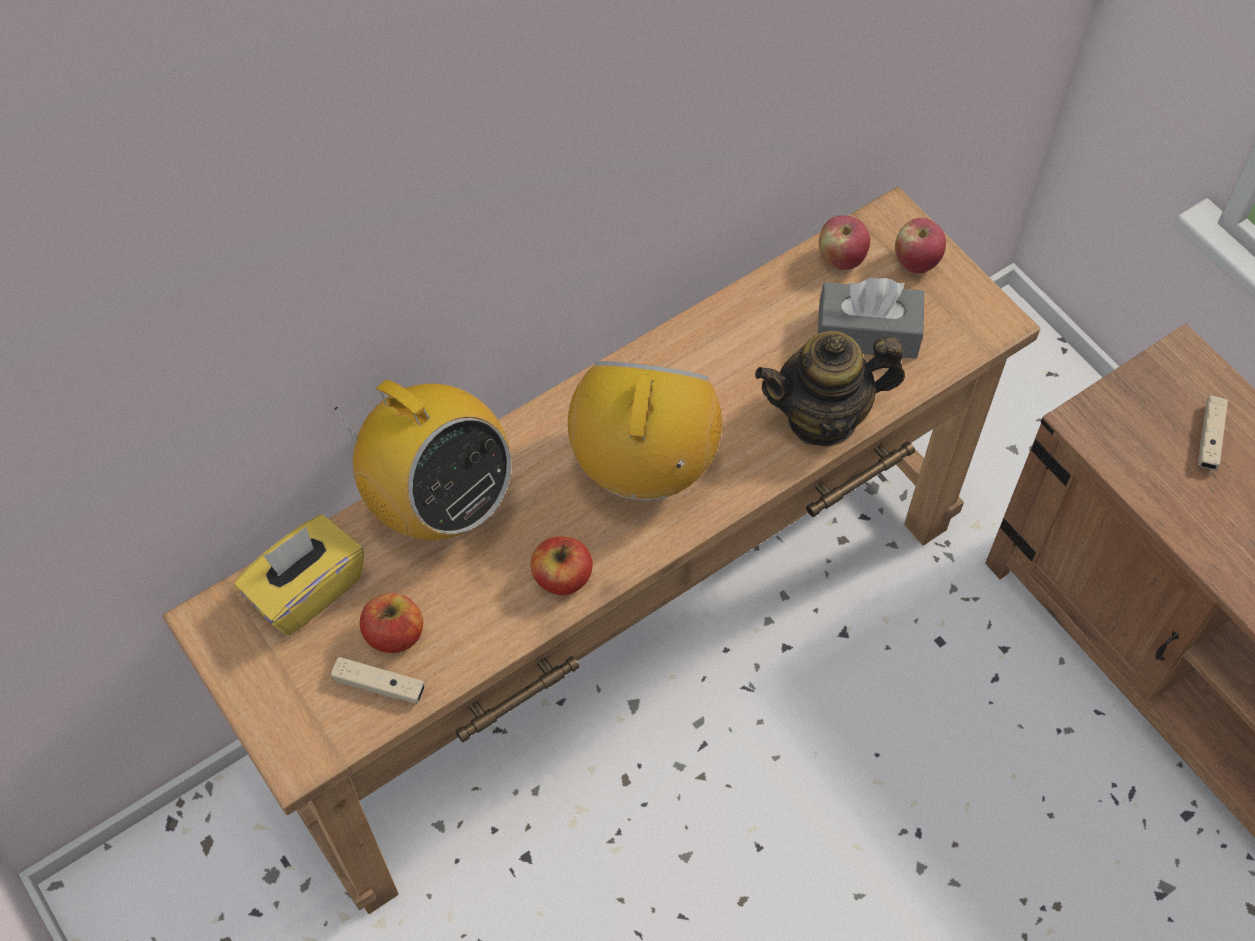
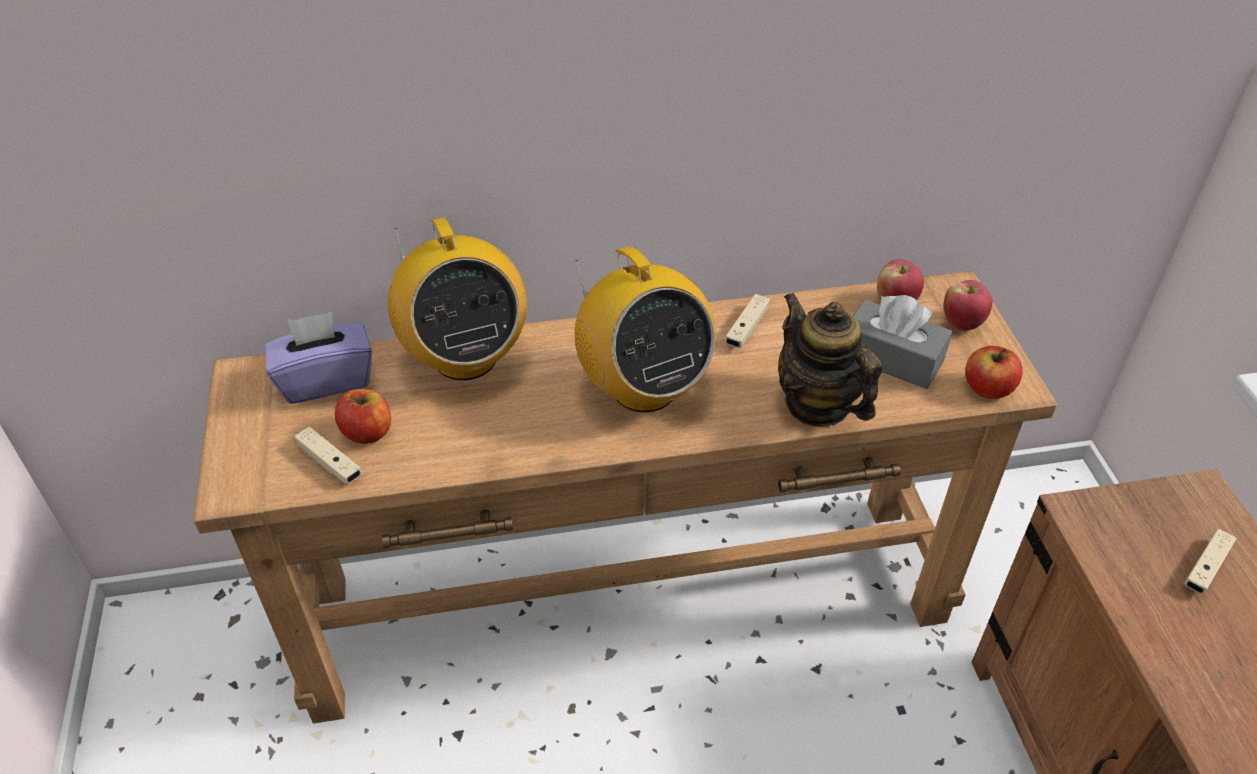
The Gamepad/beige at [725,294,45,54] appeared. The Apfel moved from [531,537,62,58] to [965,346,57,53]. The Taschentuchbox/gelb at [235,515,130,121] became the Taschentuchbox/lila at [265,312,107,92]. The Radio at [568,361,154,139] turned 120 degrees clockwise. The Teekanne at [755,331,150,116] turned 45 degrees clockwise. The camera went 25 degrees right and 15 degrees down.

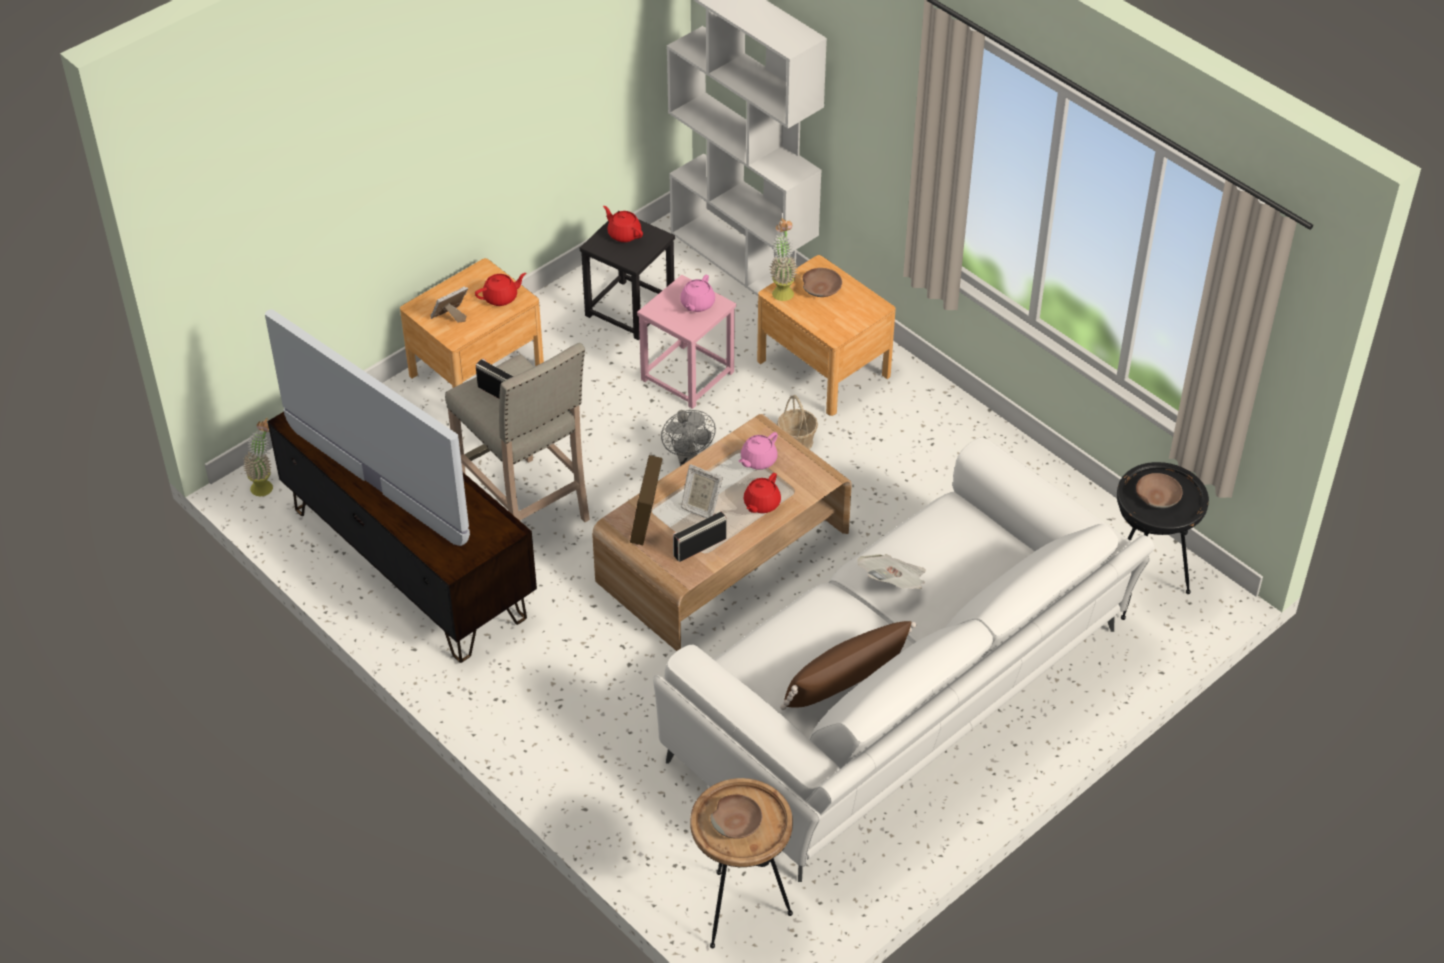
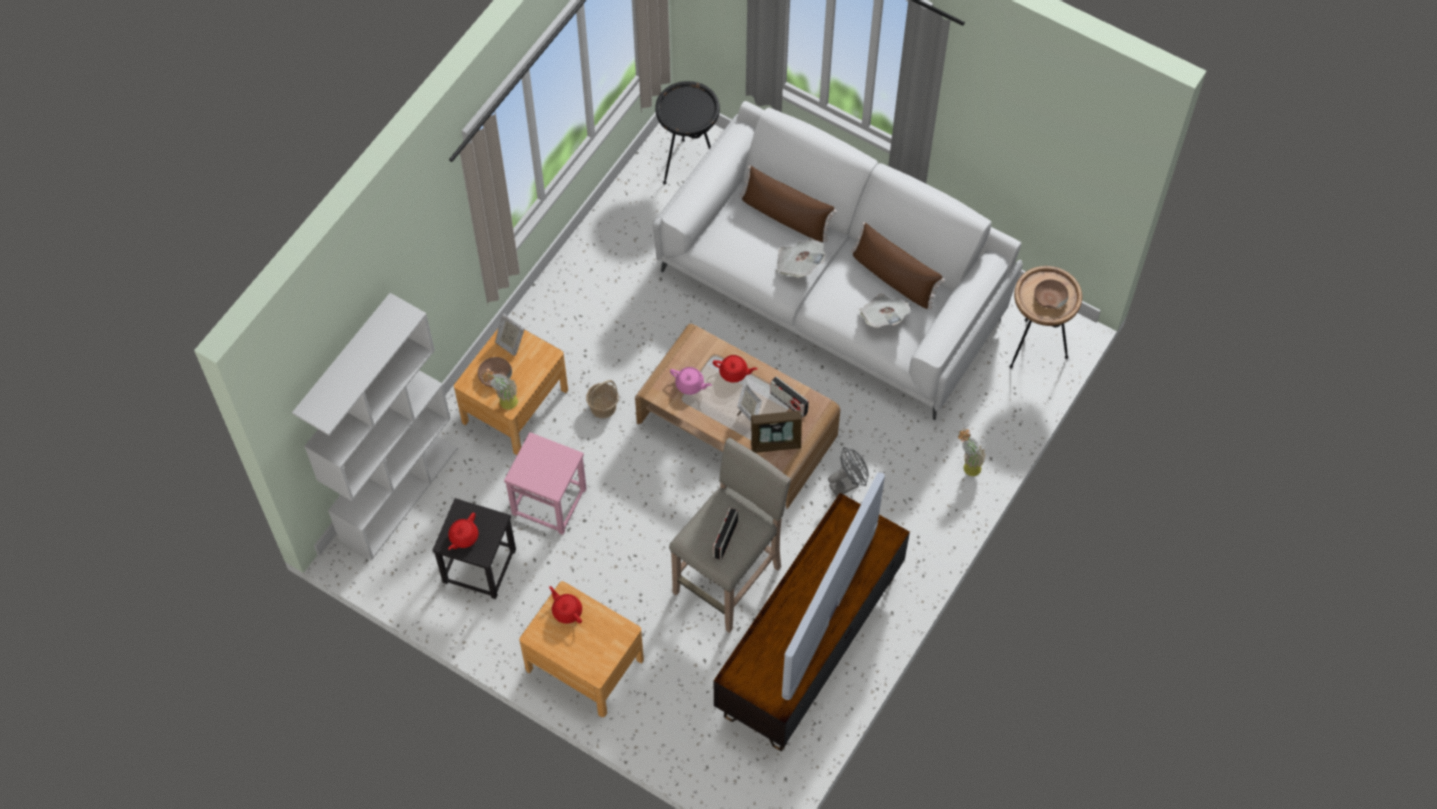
The Teekanne/rosa at [680,275,35,37] disappeared. The Schüssel/braun at [1136,473,46,35] disappeared. The Kissen/braun at [739,166,98,76] appeared. The Zeitung at [859,294,52,33] appeared. The Topfpflanze moved from [243,418,30,78] to [958,428,28,48]. The Bilderrahmen moved from [430,286,38,36] to [495,314,30,42]. The Ventilator/grau moved from [661,410,55,56] to [828,447,41,50]. The camera went 105 degrees left and 15 degrees up.

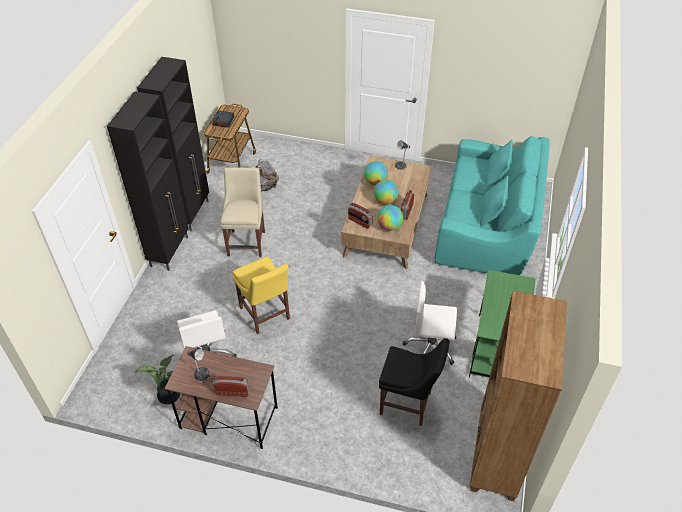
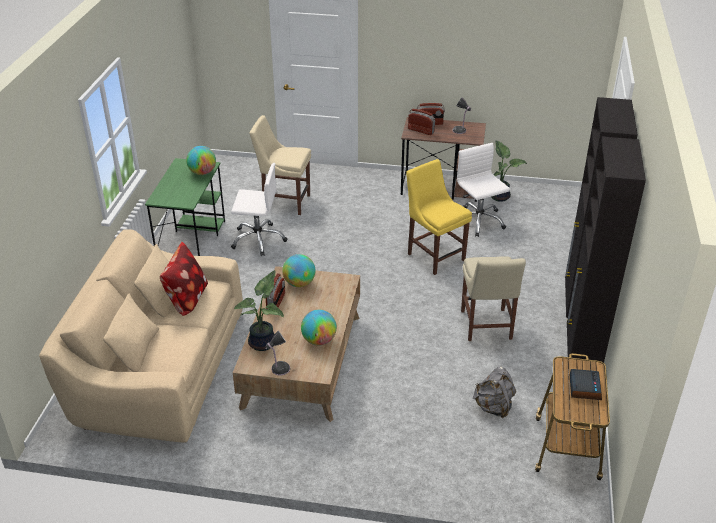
The Bücherregal/braun at [470,291,97,210] disappeared. The Kissen at [160,242,48,74] appeared. The Topfpflanze at [234,270,50,81] appeared. The Radio moved from [348,203,25,26] to [408,109,27,26]. The Globus moved from [374,180,25,25] to [186,146,30,29]. The Stuhl/schwarz at [379,338,70,88] became the Stuhl/beige at [249,115,62,100]. The Sofa/türkis at [435,136,115,139] became the Sofa/beige at [39,229,204,214]. The camera went 175 degrees right and 10 degrees down.

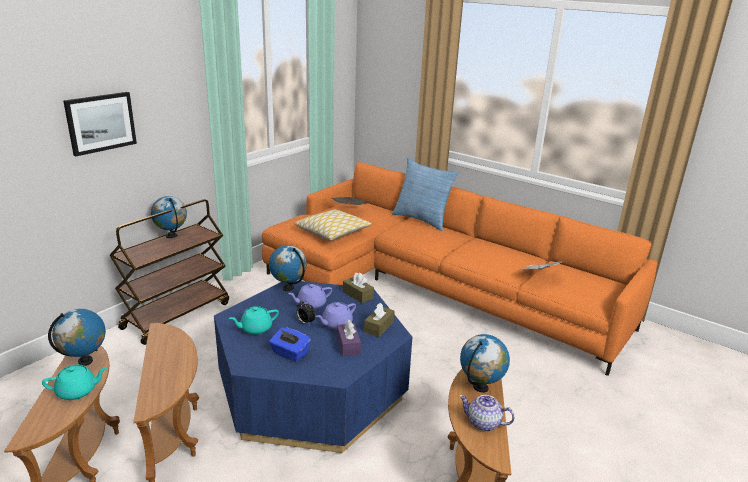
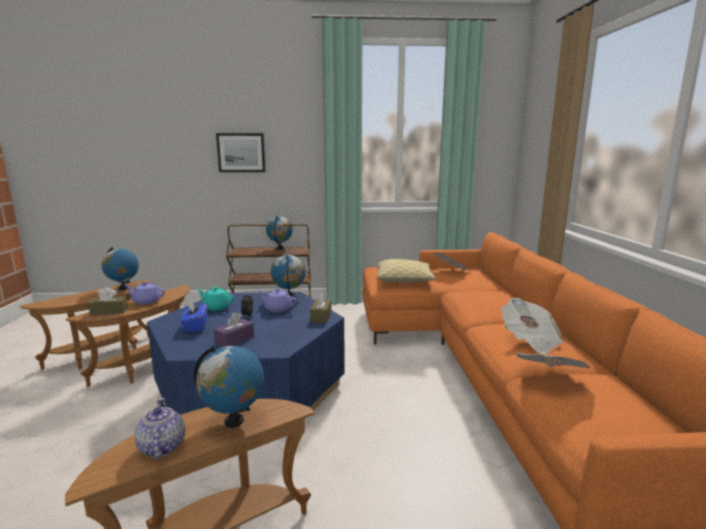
The Teekanne/türkis at [42,365,65,35] disappeared. The Kissen at [392,157,67,74] disappeared. The Zeitung at [501,298,63,56] appeared. The Teekanne/lila moved from [316,302,40,28] to [124,281,41,24]. The Taschentuchbox/braun moved from [364,303,31,34] to [88,287,40,29]. The camera went 50 degrees right and 10 degrees down.

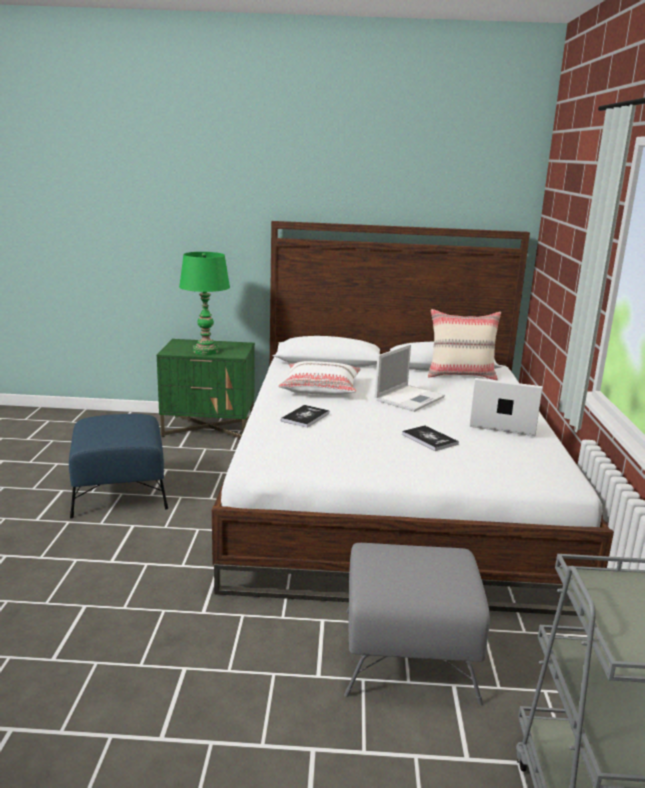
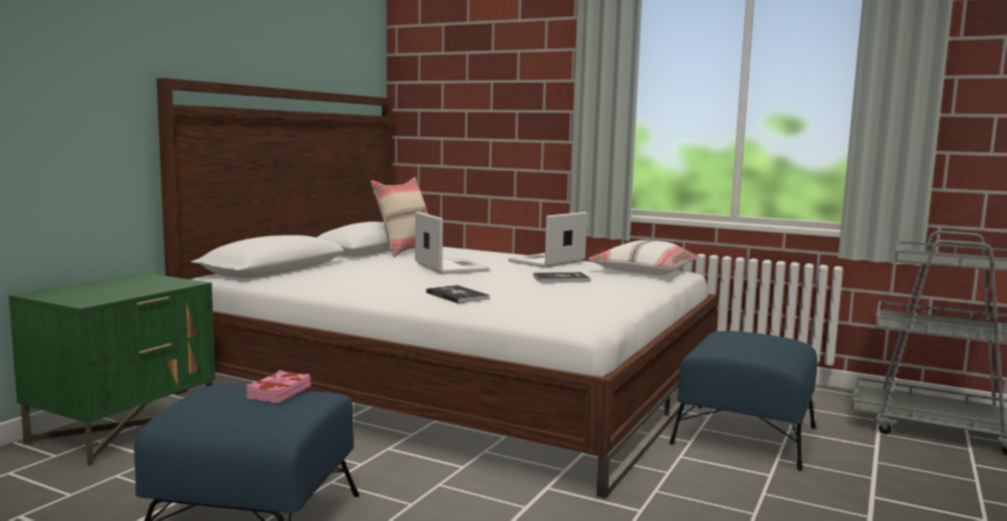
The Tischlampe/grün at [179,252,51,103] disappeared. The Buch/rosa at [246,370,65,33] appeared. The Kissen/weiß moved from [278,361,83,34] to [588,240,111,35]. The Polsterhocker/grau at [344,543,146,163] became the Polsterhocker/blau at [669,331,148,140]. The camera went 65 degrees left and 10 degrees down.

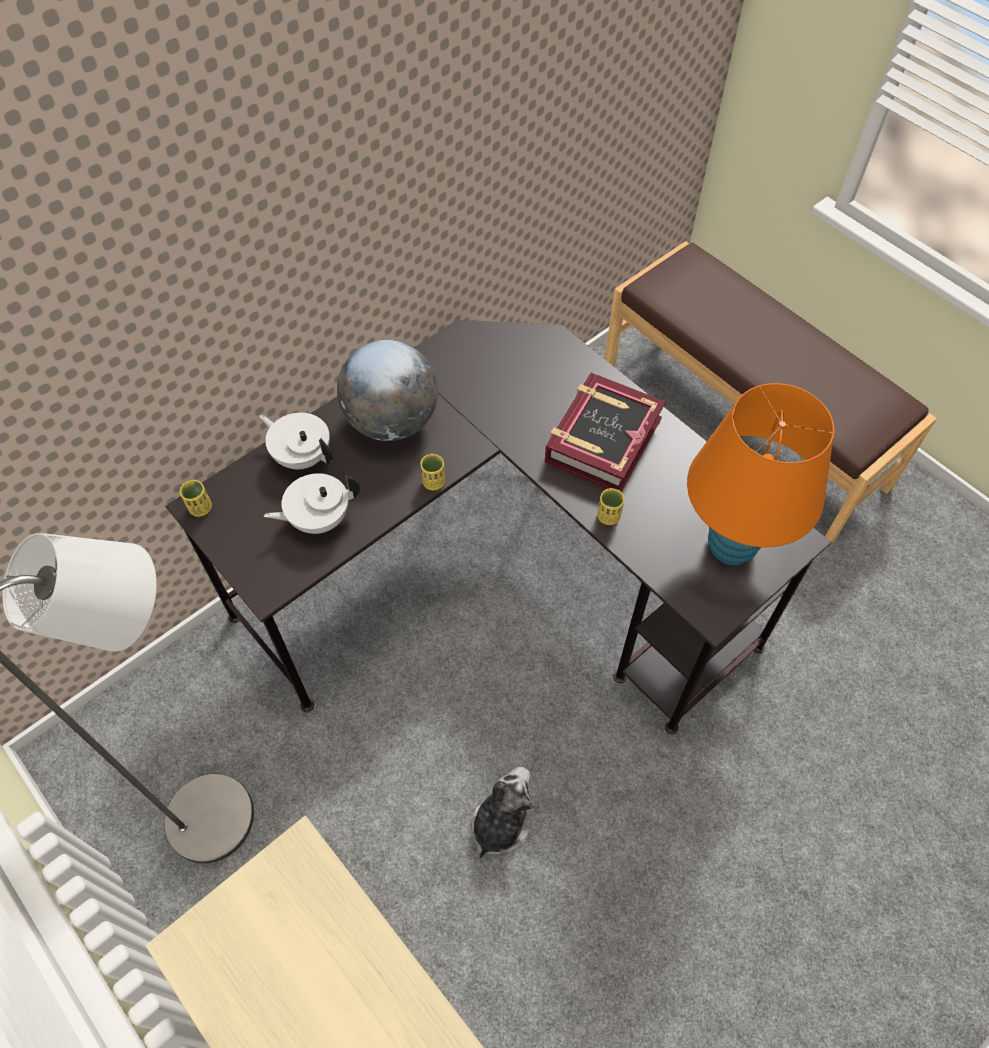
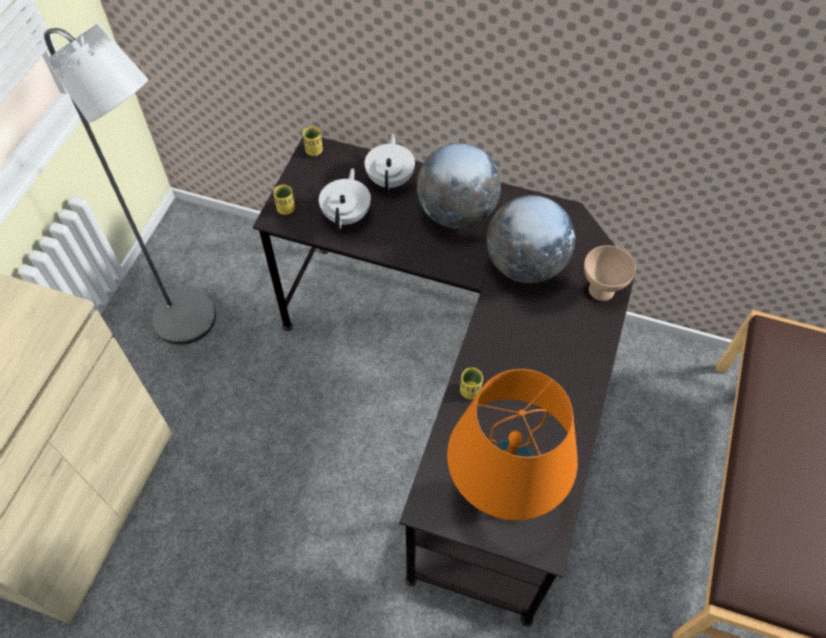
The Plüschtier at [472,767,64,92] disappeared. The Buch at [545,373,120,119] disappeared. The Globus at [487,195,88,88] appeared. The Schüssel/beige at [584,245,52,56] appeared. The Tasse/gelb moved from [420,454,25,36] to [273,185,22,30]. The Teekanne/weiß at [264,473,96,61] turned 60 degrees clockwise. The camera went 60 degrees right and 0 degrees up.

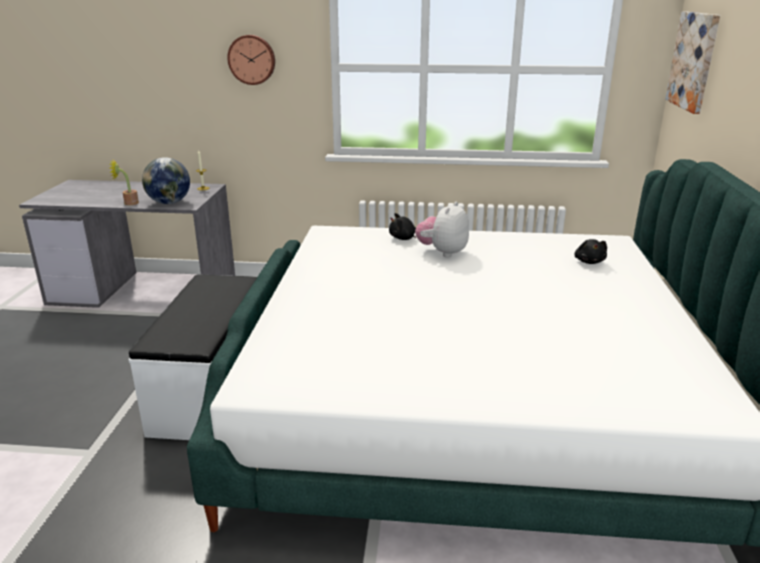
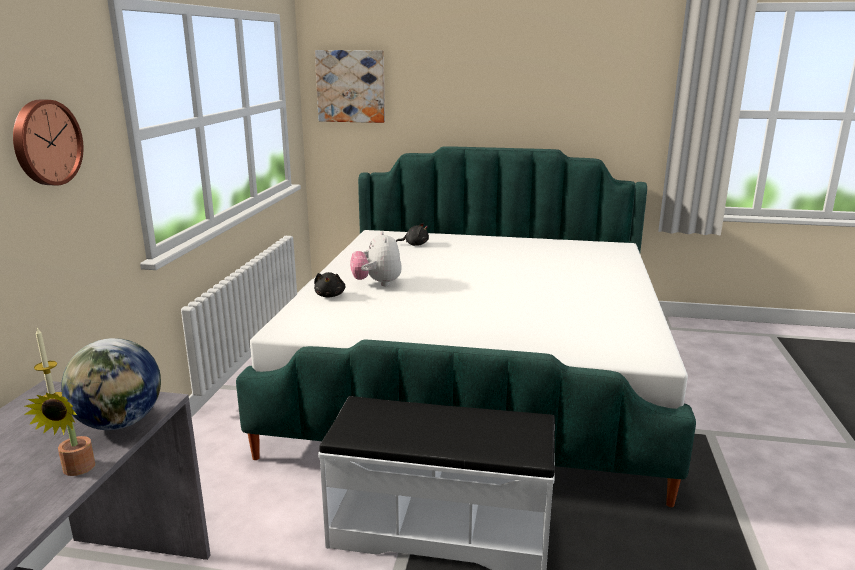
The Plüschtier at [415,202,54,55] turned 45 degrees clockwise. The camera went 85 degrees left and 5 degrees down.

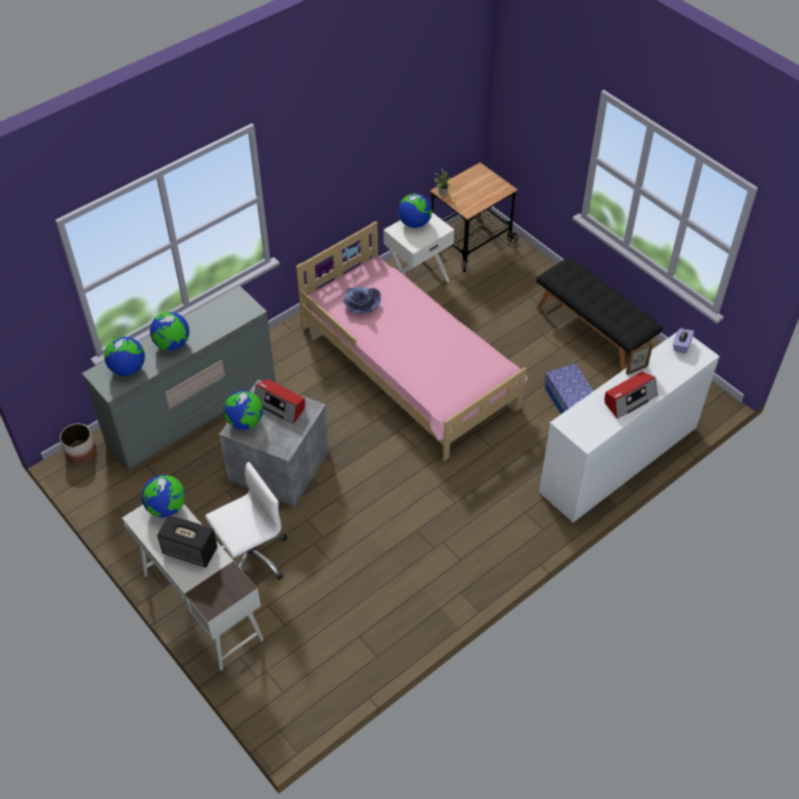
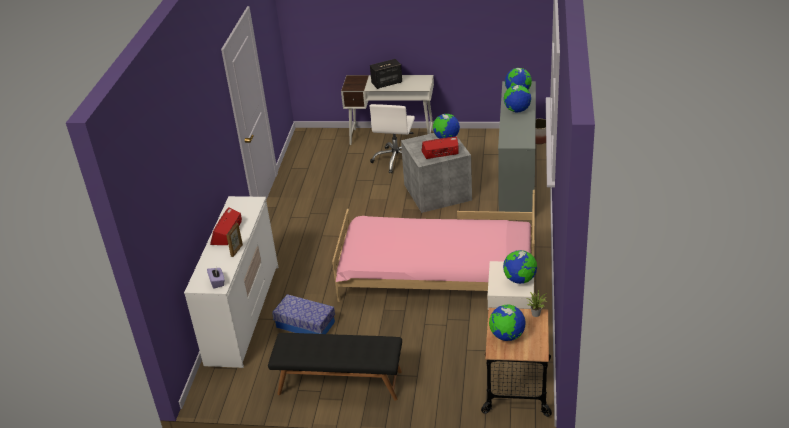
The Hut/lila at [343,287,38,27] disappeared. The Globus moved from [142,475,43,43] to [489,305,37,36]. The camera went 140 degrees right and 15 degrees down.

